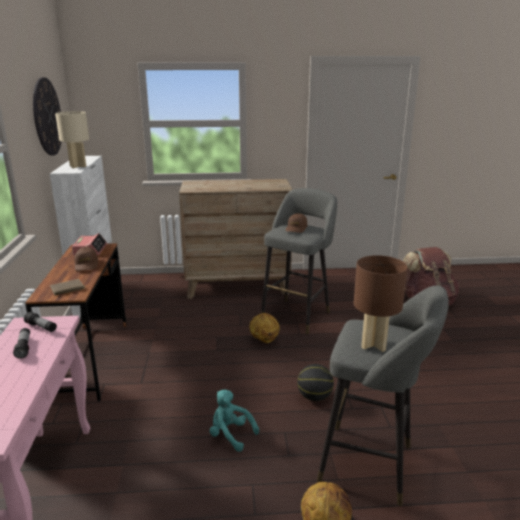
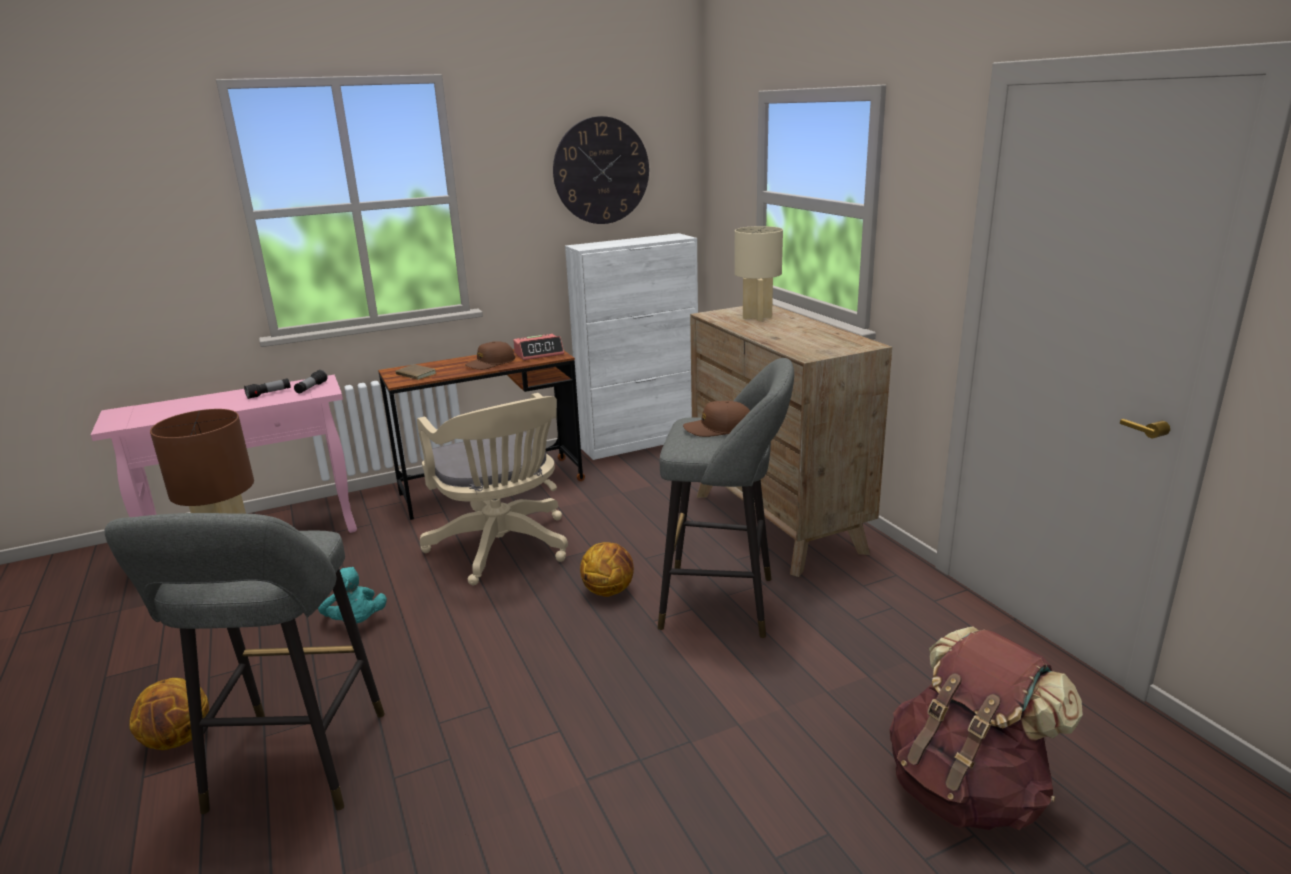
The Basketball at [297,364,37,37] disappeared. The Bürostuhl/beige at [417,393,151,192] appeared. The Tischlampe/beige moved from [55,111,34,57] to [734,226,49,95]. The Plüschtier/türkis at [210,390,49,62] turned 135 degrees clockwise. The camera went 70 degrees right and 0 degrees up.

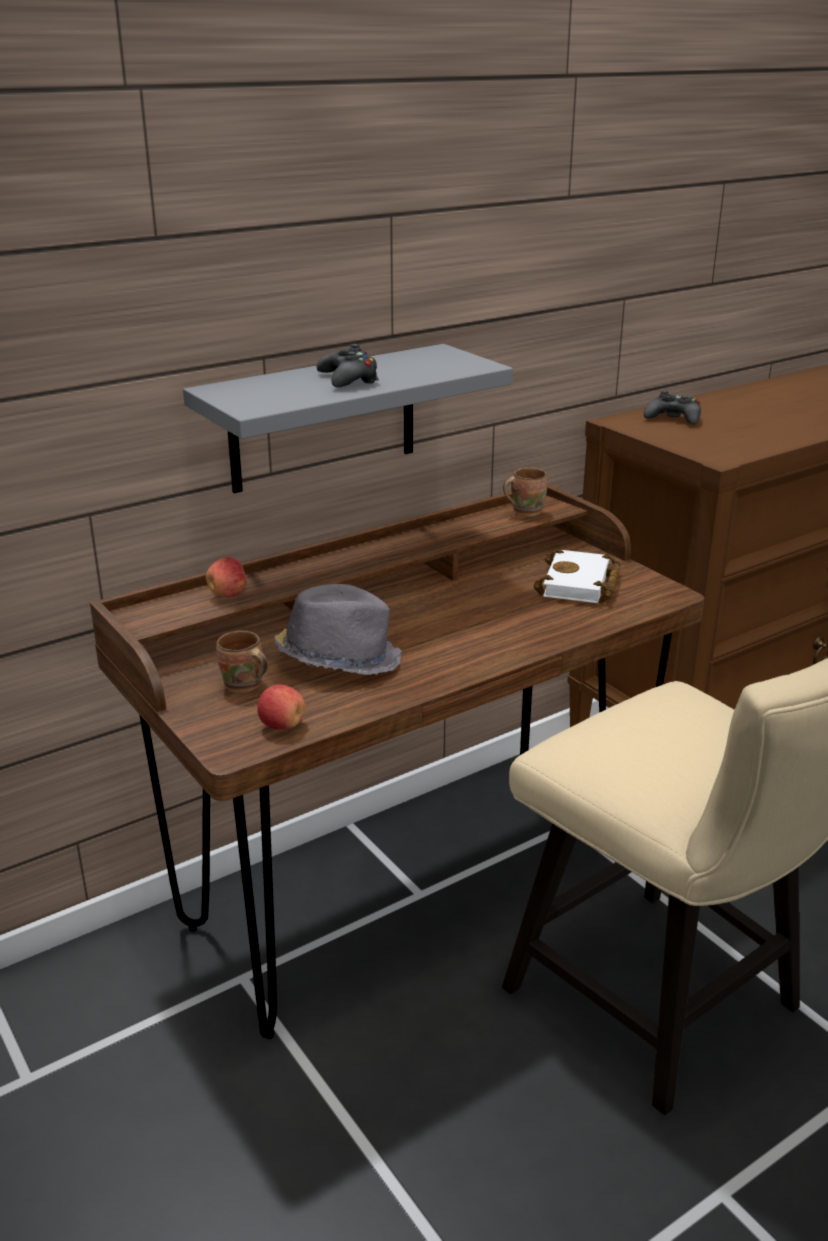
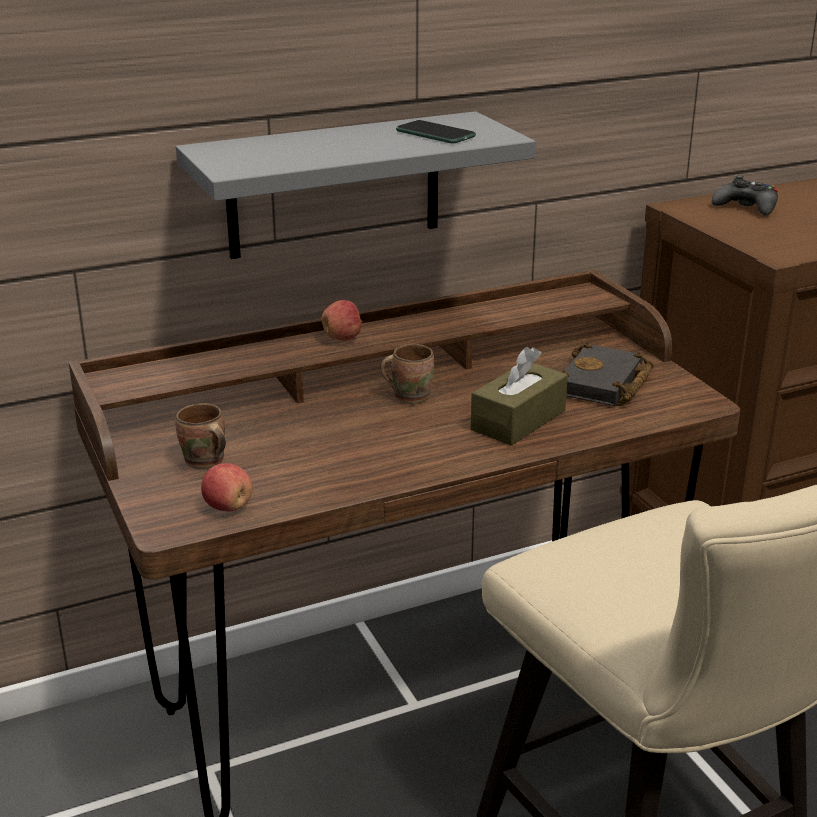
The Hut/grau at [274,584,129,91] disappeared. The Gamepad/schwarz at [316,344,63,43] disappeared. The Handy at [396,120,80,23] appeared. The Taschentuchbox/braun at [471,347,97,99] appeared. The Apfel moved from [206,557,41,40] to [321,300,41,40]. The Henkelbecher/braun moved from [503,467,45,50] to [381,344,53,60]. The Buch/weiß at [533,548,87,55] became the Buch/schwarz at [561,343,93,63]. The camera went 10 degrees right and 0 degrees up.

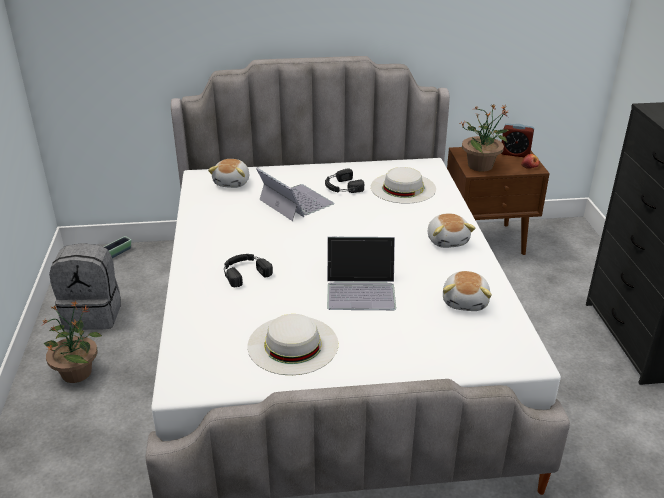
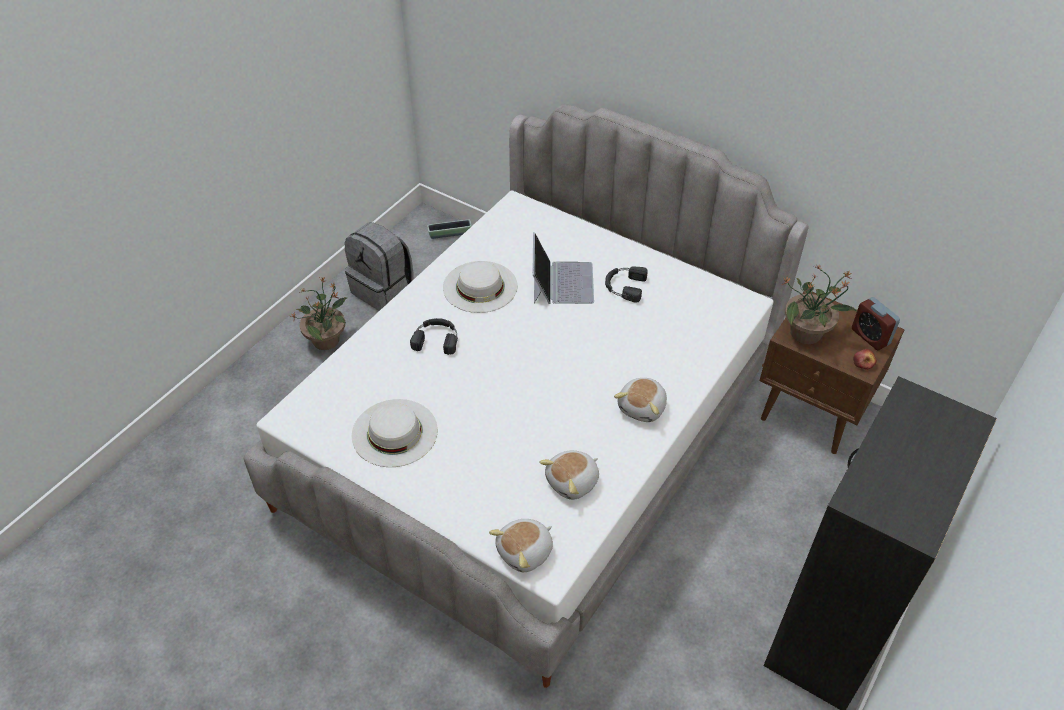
The Laptop at [327,236,69,74] disappeared. The Plüschtier moved from [208,159,41,29] to [489,519,64,53]. The Hut/weiß moved from [371,167,65,37] to [443,261,75,52]. The camera went 40 degrees right and 15 degrees up.

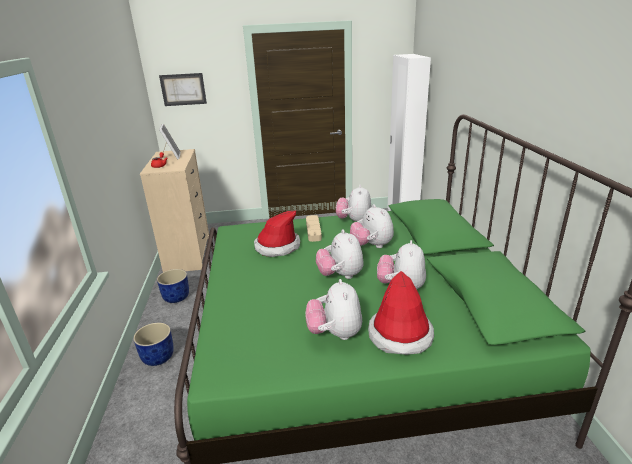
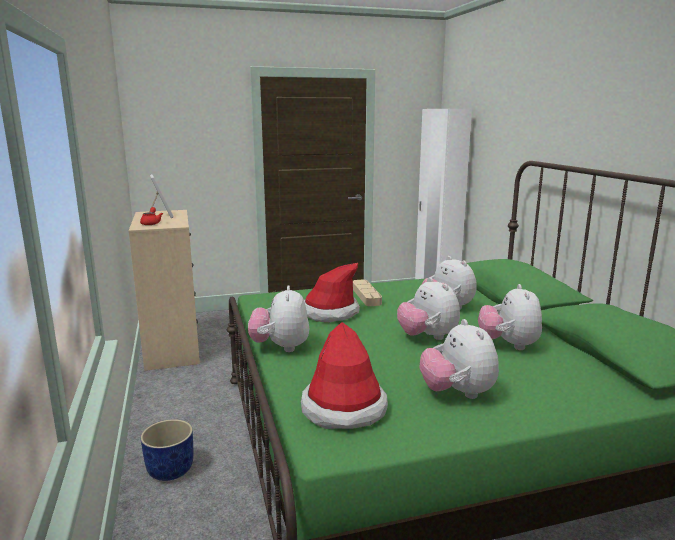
The Pflanzkübel/blau at [157,269,32,34] disappeared. The Bild at [159,73,48,33] disappeared. The Plüschtier moved from [336,185,36,36] to [248,285,61,67]. The Hut moved from [368,271,66,84] to [301,322,87,107]. The camera went 10 degrees left and 10 degrees down.

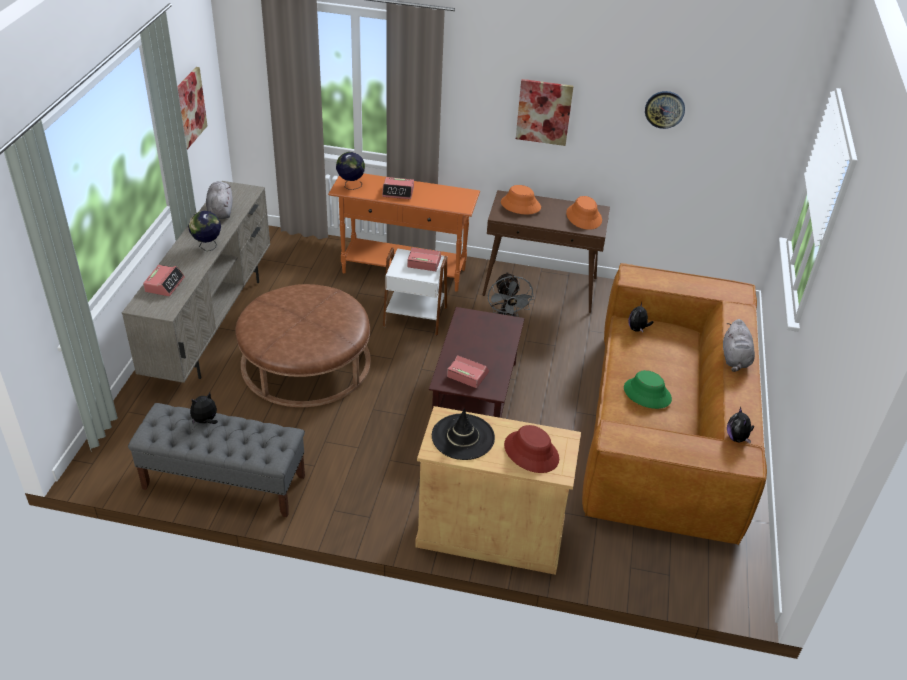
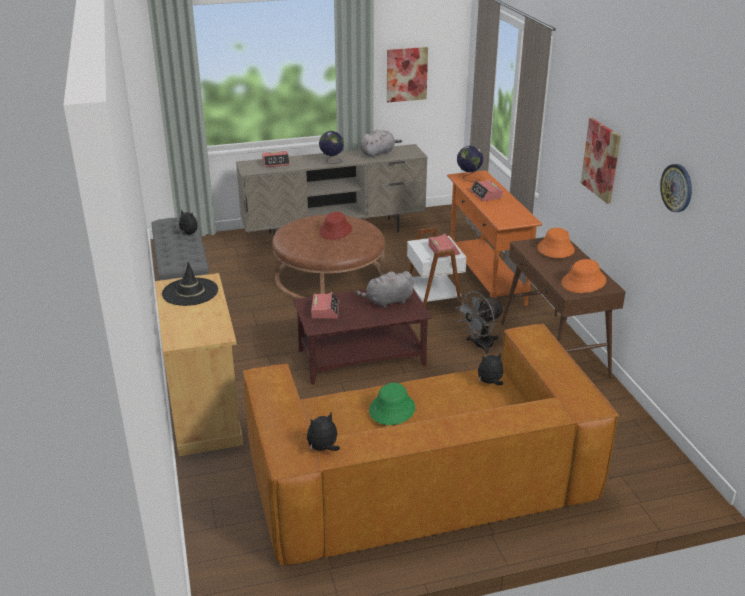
The Hut/rot moved from [504,425,55,48] to [319,212,33,28]. The Plüschtier/grau moved from [723,319,32,53] to [356,271,58,37]. The camera went 65 degrees right and 10 degrees down.

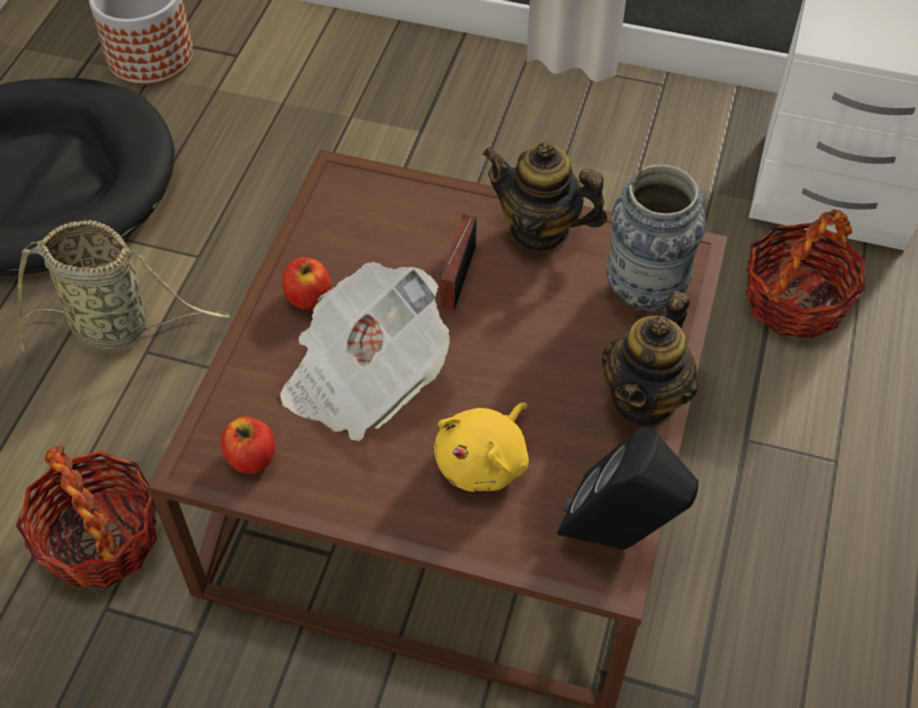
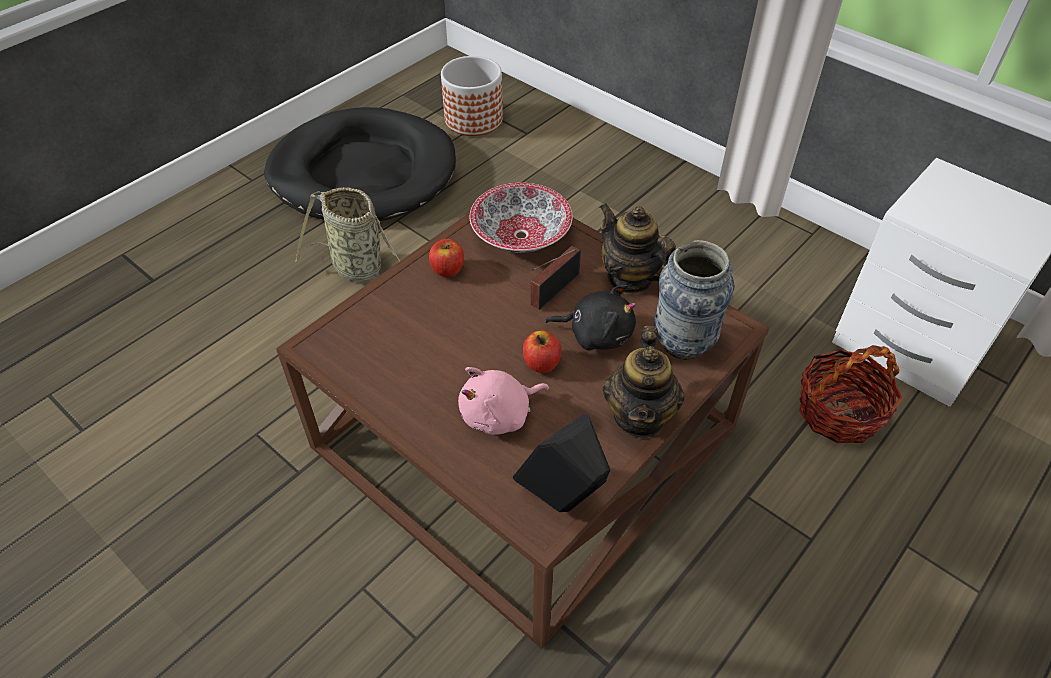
The Korb at [16,445,141,143] disappeared. The Zeitung at [280,262,170,180] disappeared. The Schüssel at [470,183,103,70] appeared. The Plüschtier/schwarz at [545,284,91,67] appeared. The Apfel moved from [220,417,55,57] to [523,330,38,43]. The Plüschtier/gelb at [434,402,95,90] became the Plüschtier/rosa at [458,367,91,68]. The Teekanne at [601,291,98,136] turned 45 degrees counterclockwise. The camera went 25 degrees right and 5 degrees down.

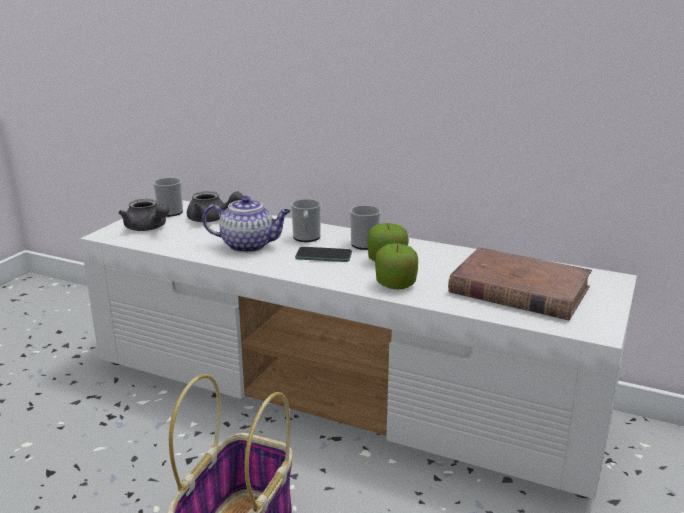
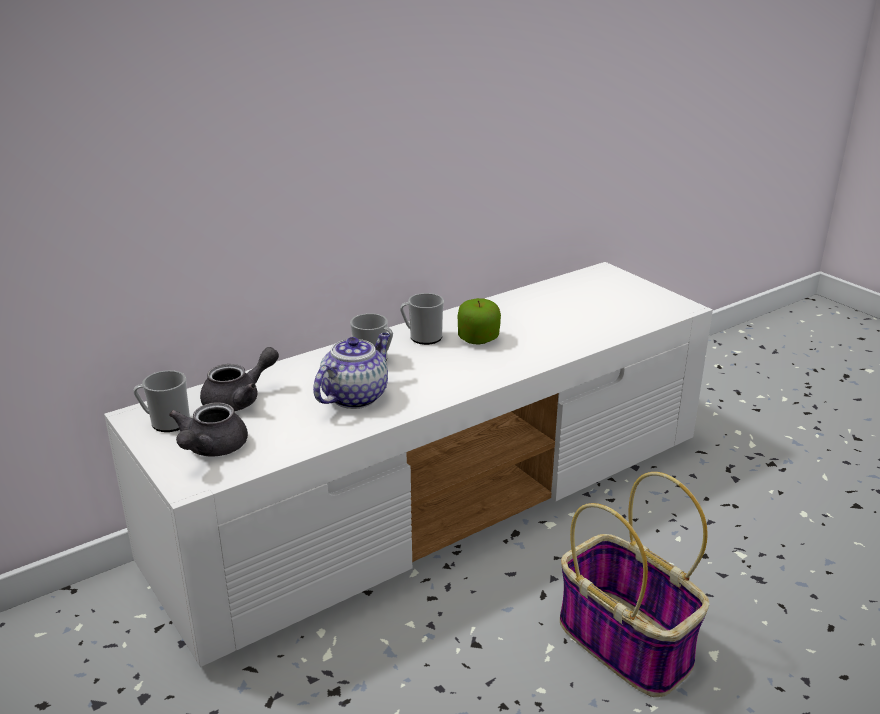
The Handy at [295,247,57,15] disappeared. The Apfel at [375,243,43,46] disappeared. The Buch/braun at [448,247,144,74] disappeared. The Teekanne/grau at [119,199,50,32] turned 120 degrees clockwise. The camera went 60 degrees left and 5 degrees up.

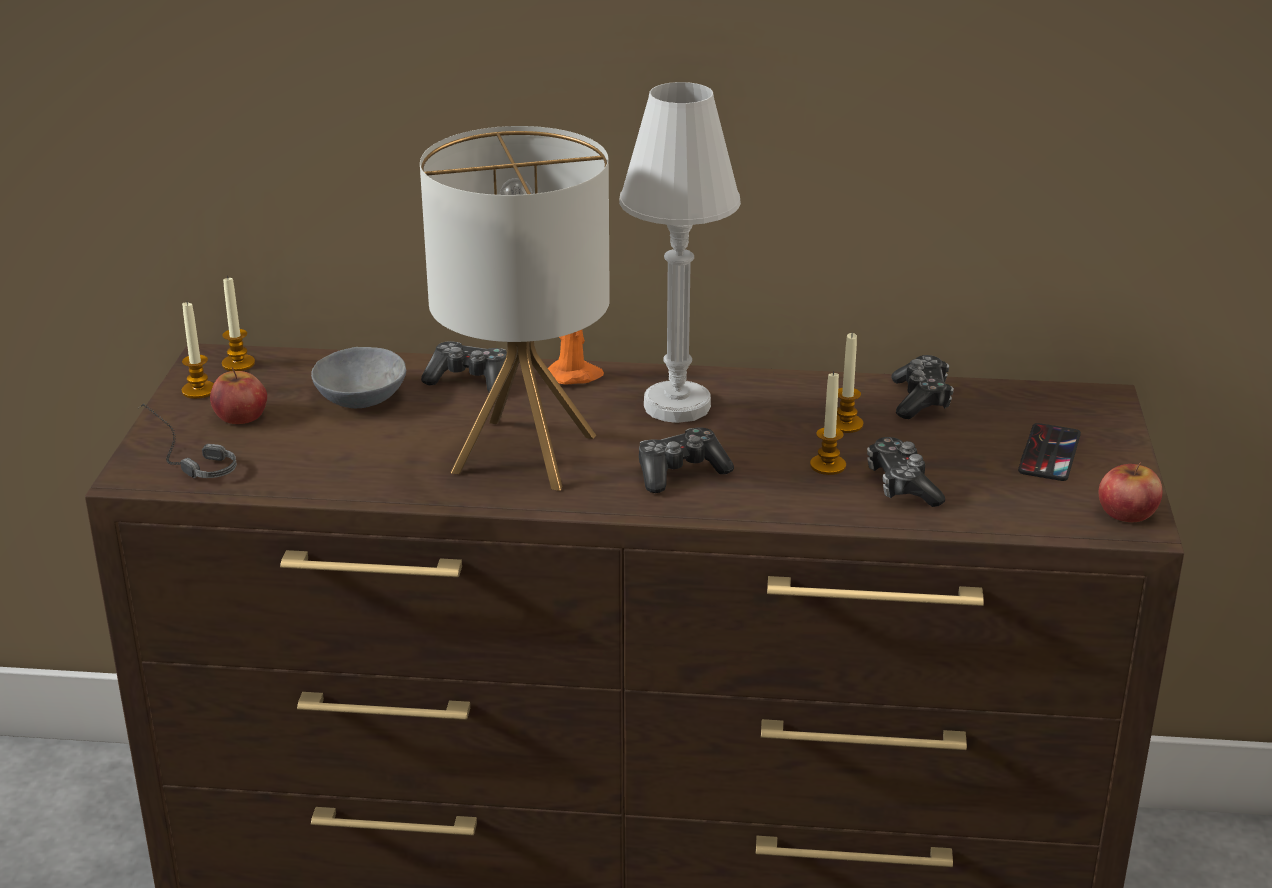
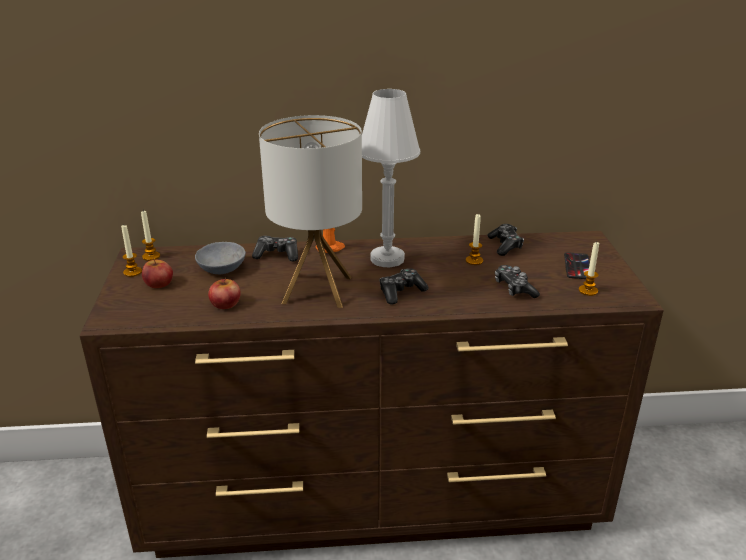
The Kopfhörer at [139,403,98,75] disappeared. The Kerze moved from [810,371,36,104] to [579,242,20,54]. The Apfel moved from [1099,462,63,60] to [208,278,33,31]. The camera went 10 degrees left and 0 degrees up.

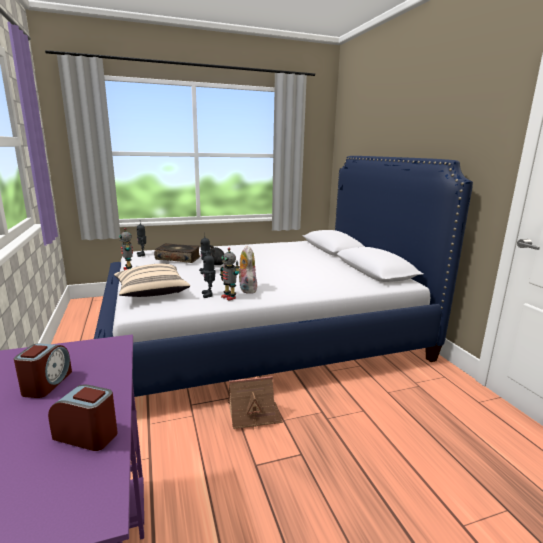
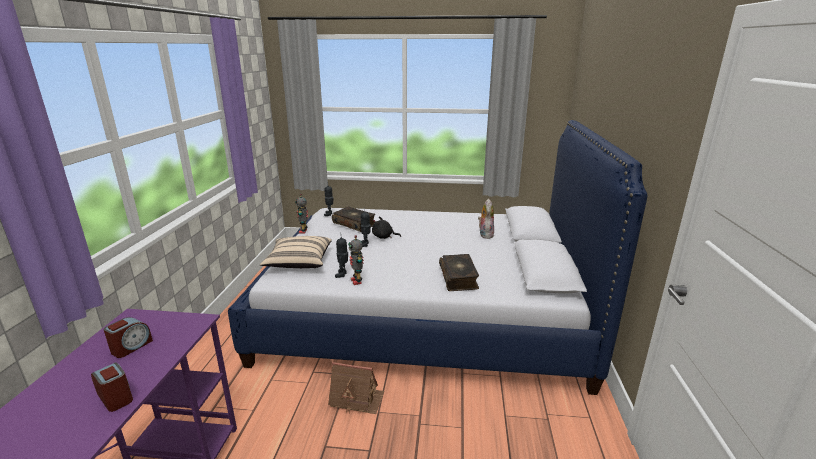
The Buch at [439,254,40,37] appeared. The Plüschtier moved from [239,245,18,49] to [478,199,16,40]. The camera went 25 degrees right and 5 degrees up.

